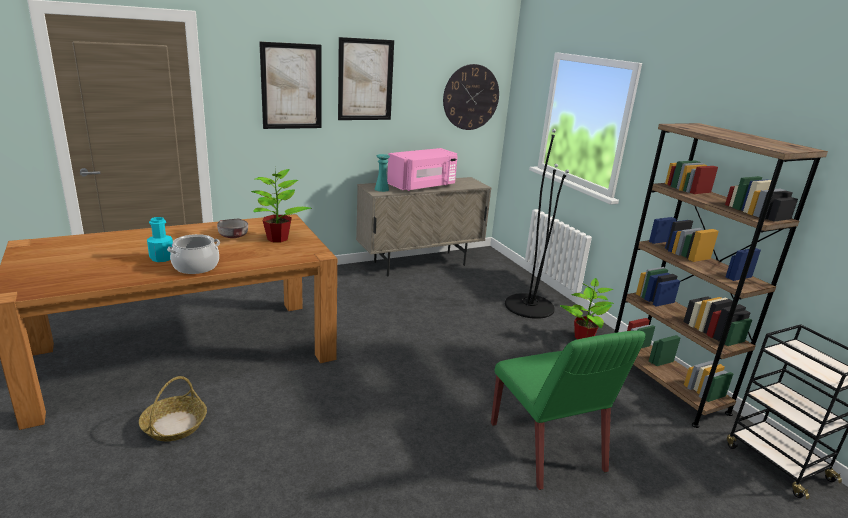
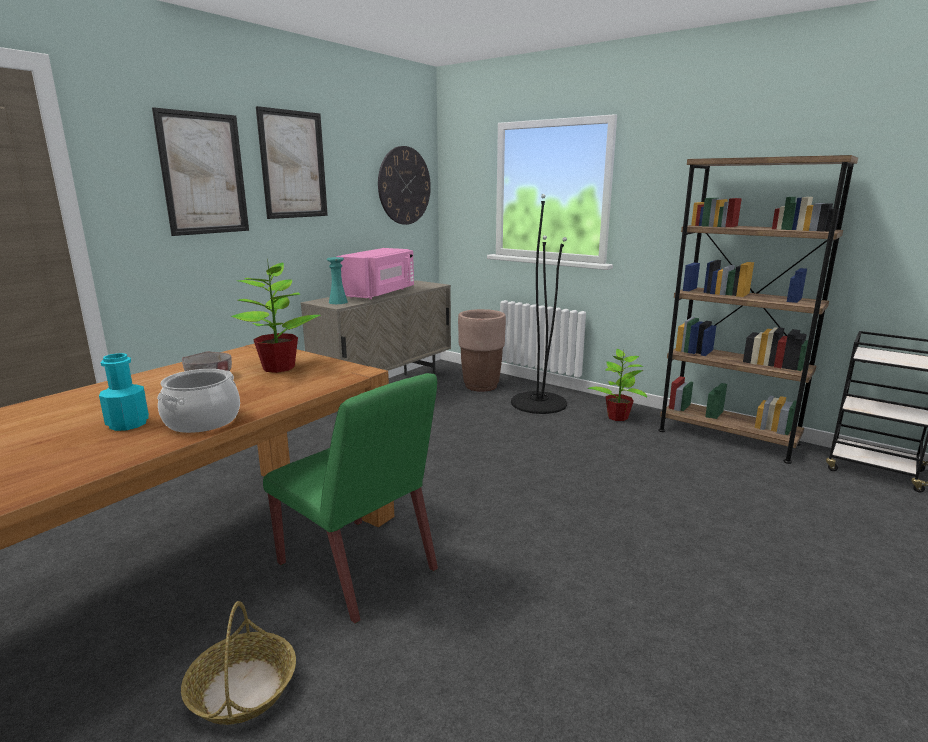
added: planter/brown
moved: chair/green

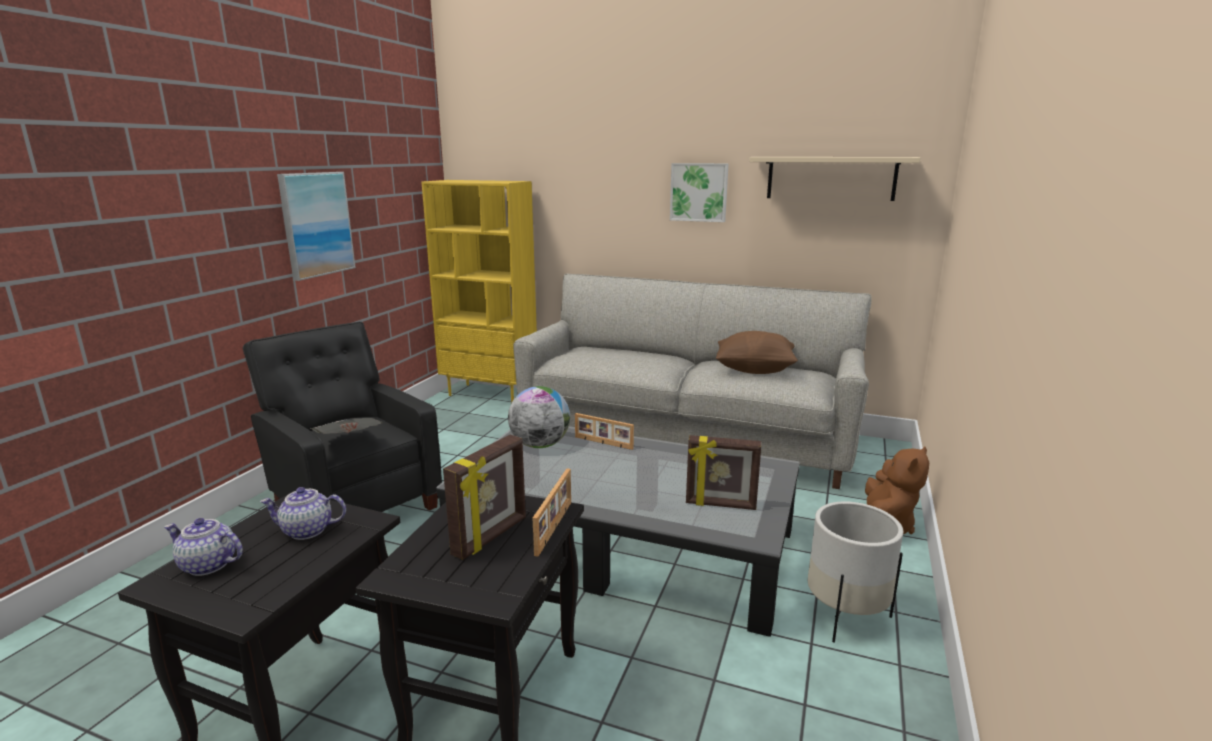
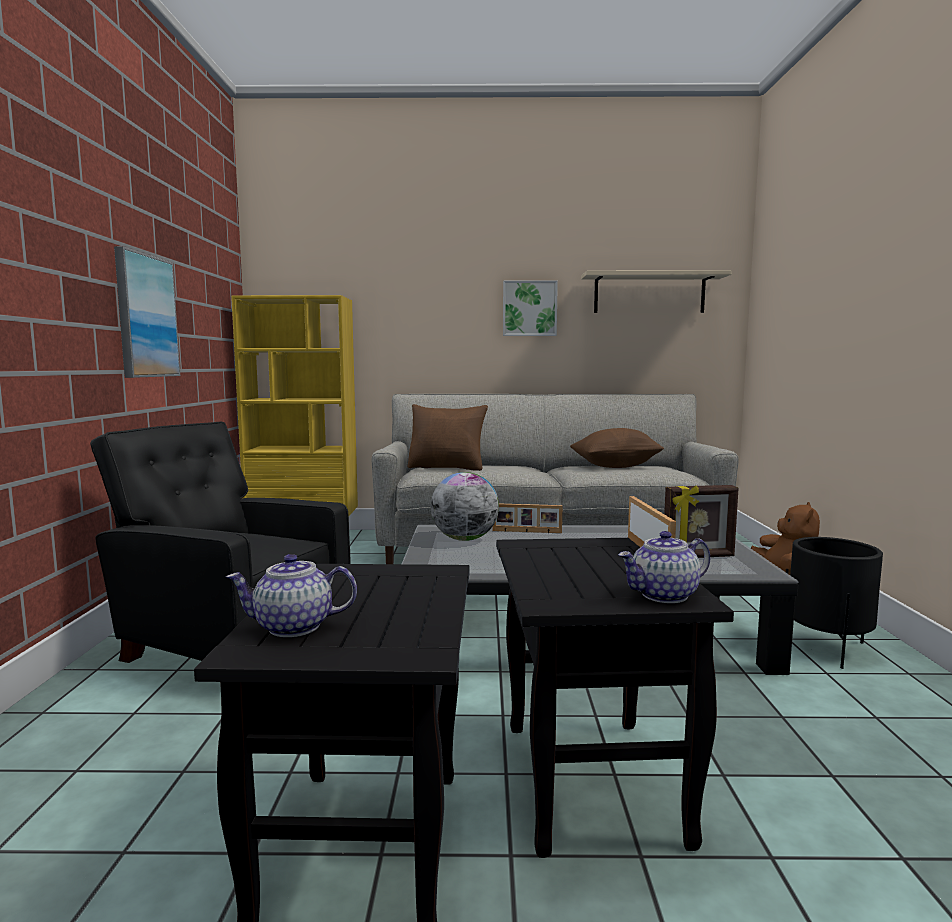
removed: newspaper; picture frame (1st from left)
added: pillow/brown (1st from left)
moved: teapot (2nd from left)
recoloured: planter/white to planter/black

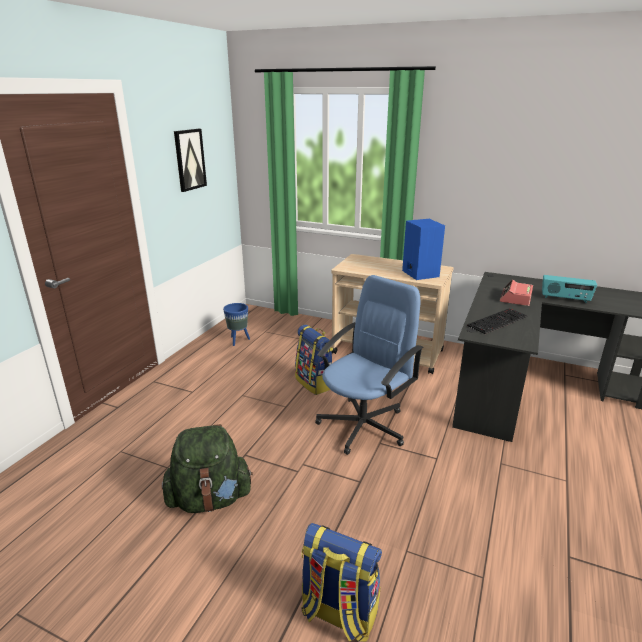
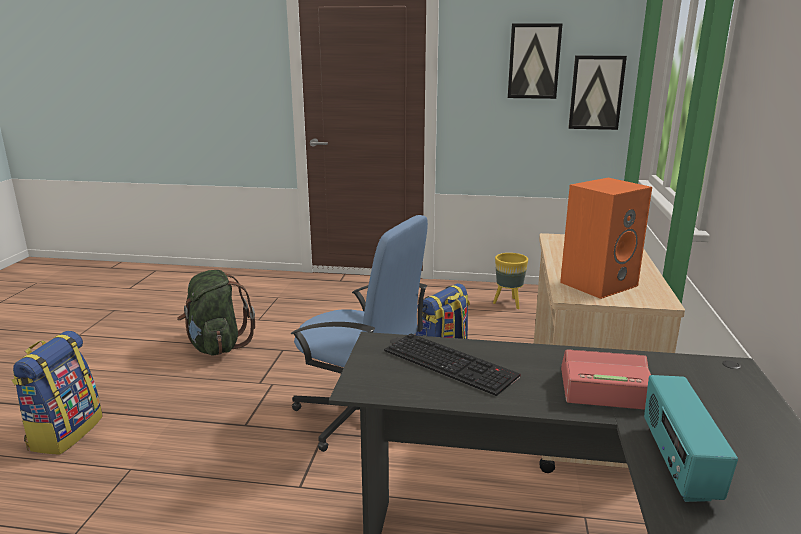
added: picture (2nd from left)
recoloured: planter/blue to planter/yellow; speaker/blue to speaker/orange

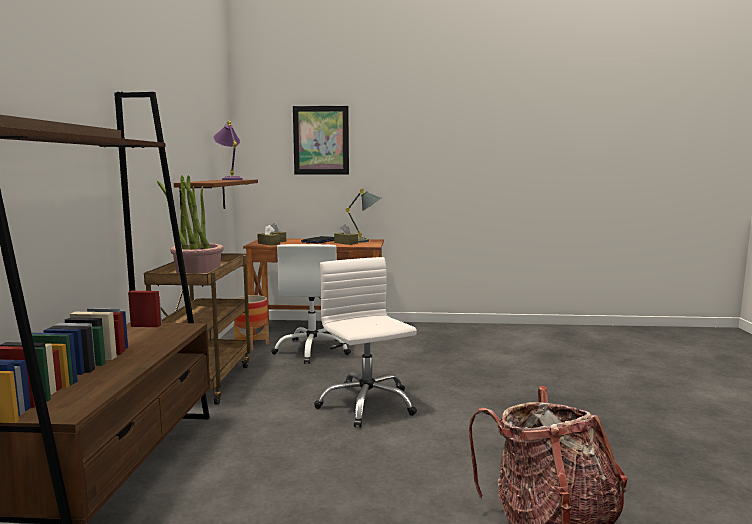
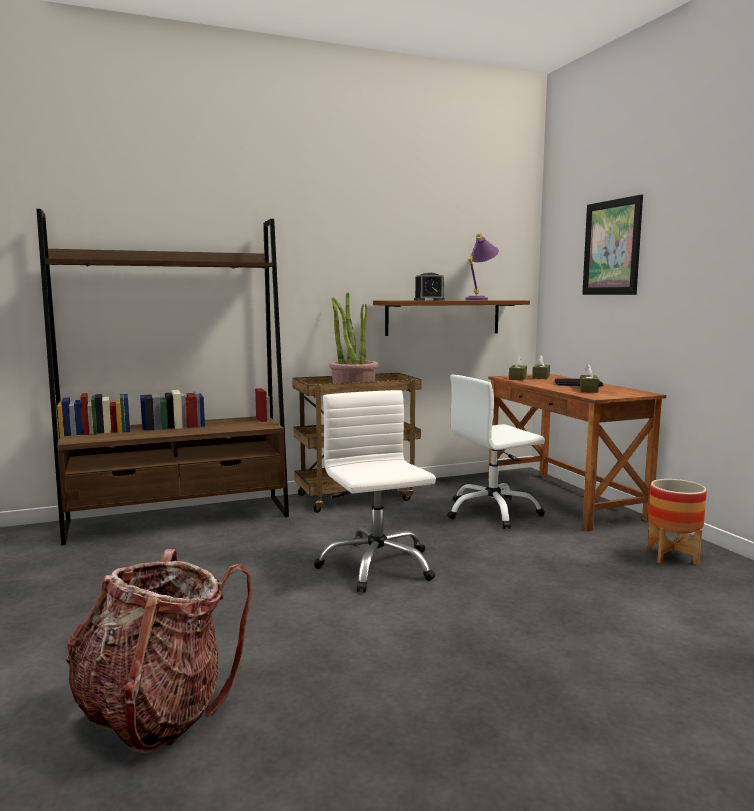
removed: table lamp/grey
added: alarm clock
moved: planter
turned: office chair/white (2nd from left in the first image) 60 degrees counterclockwise

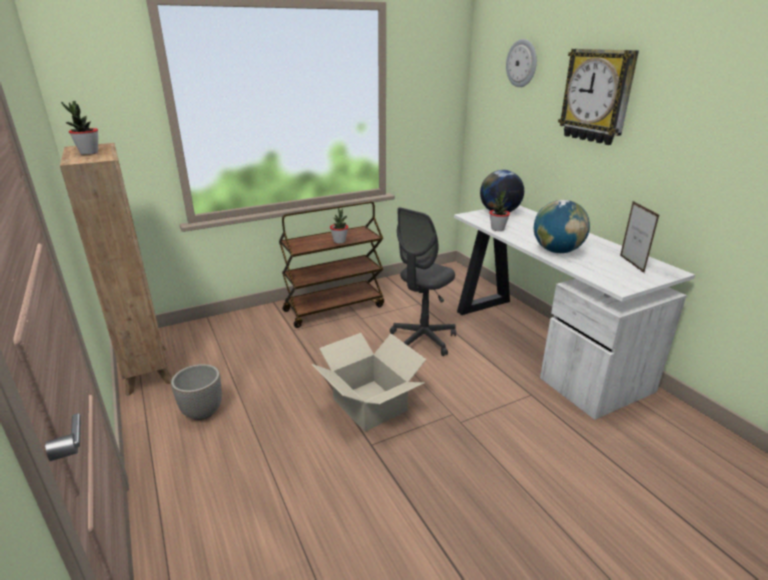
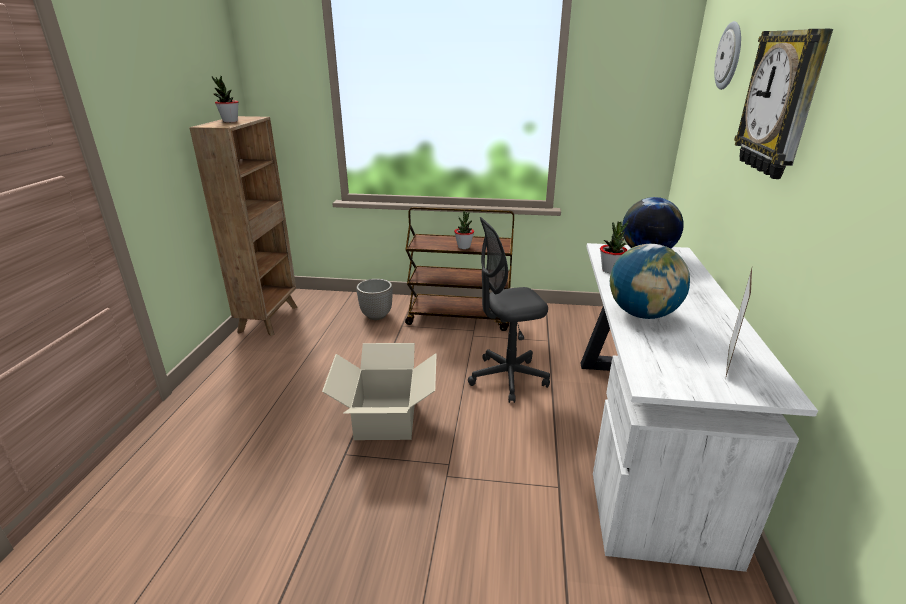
moved: planter

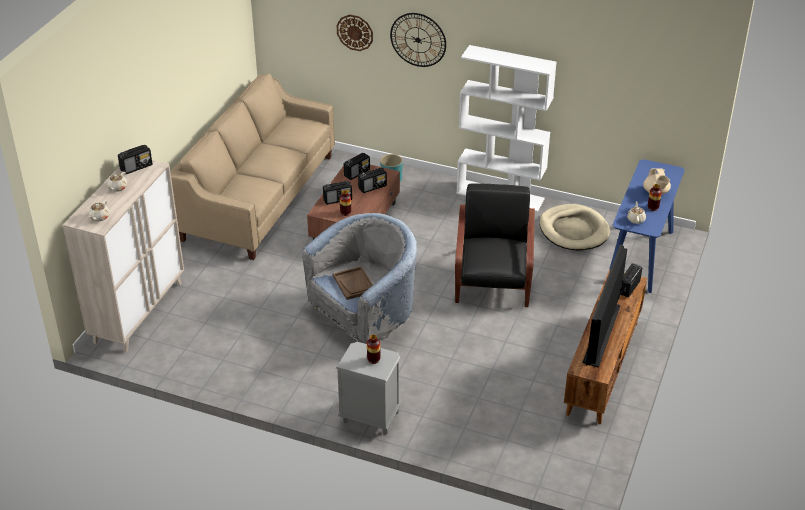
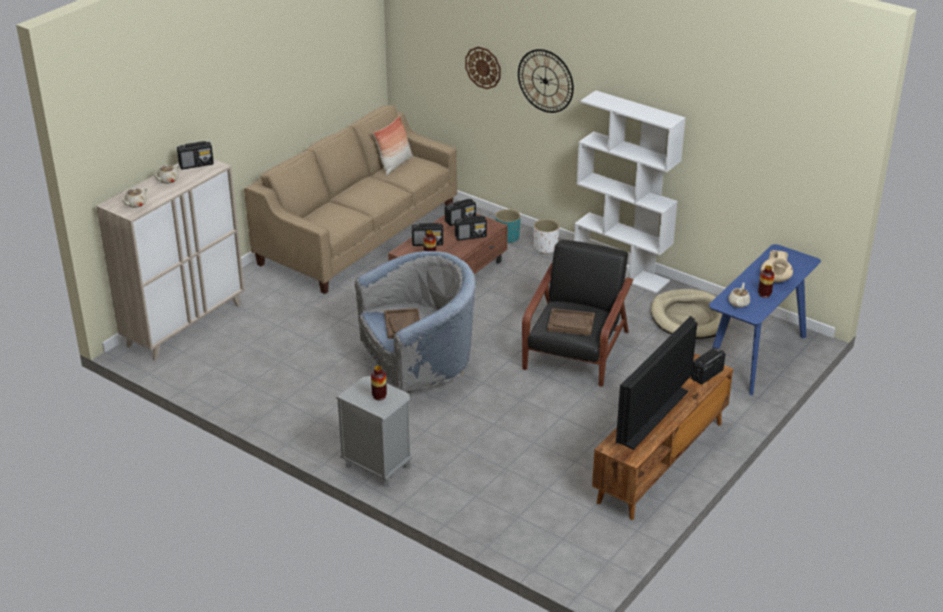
added: pillow; planter/white; tray/brown (2nd from left)

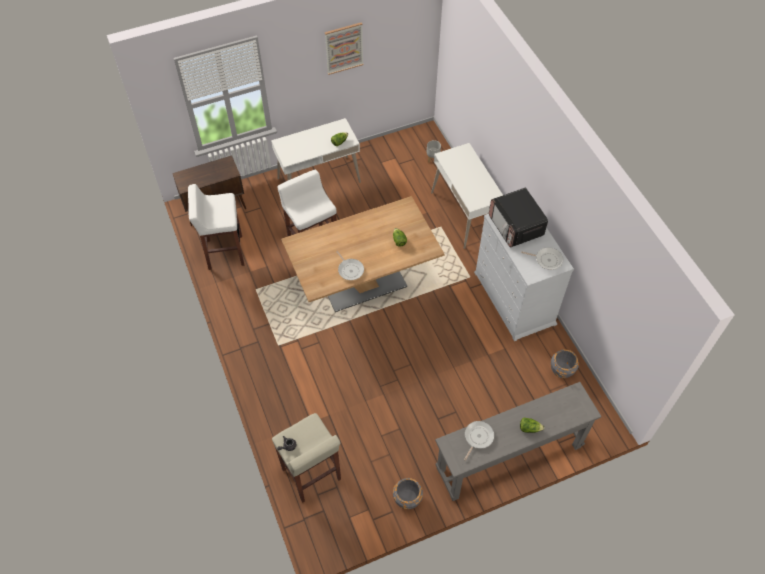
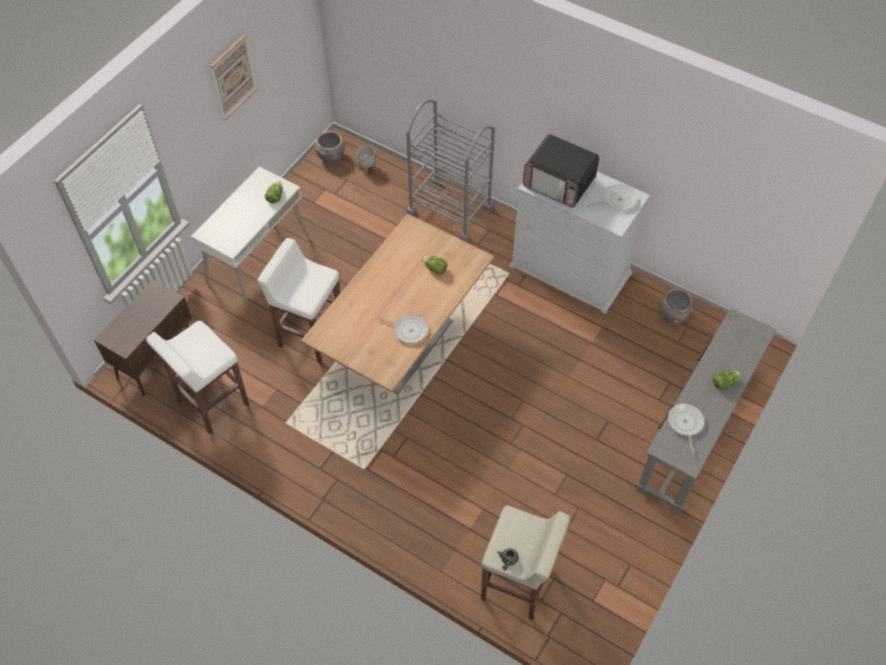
moved: planter/grey (1st from left)
replaced: desk/white (2nd from left) to cart/grey

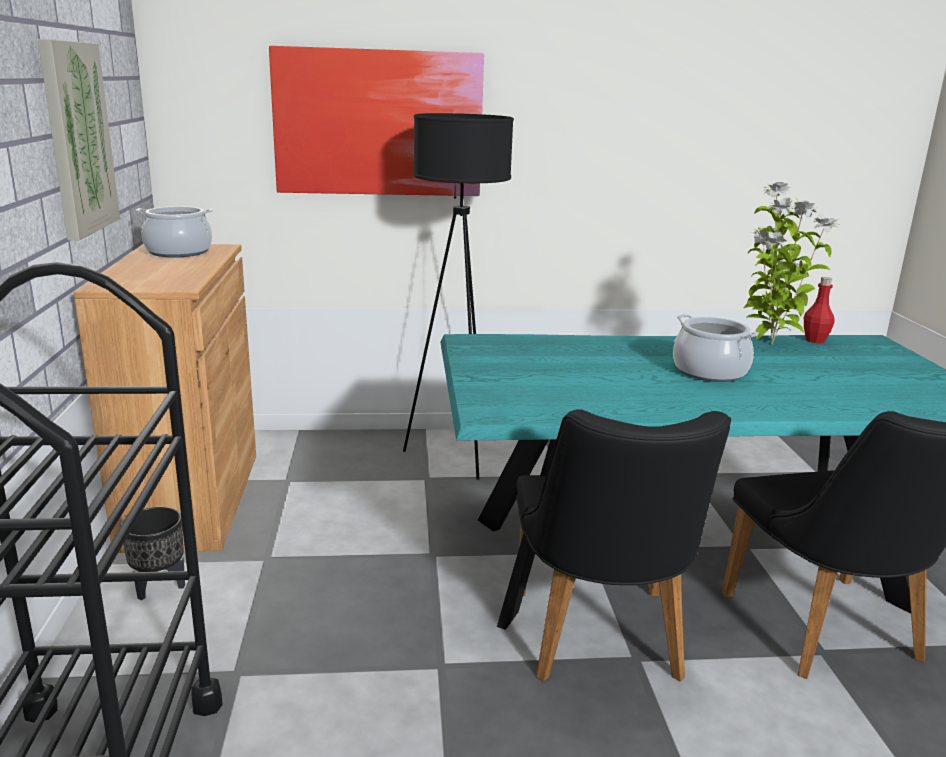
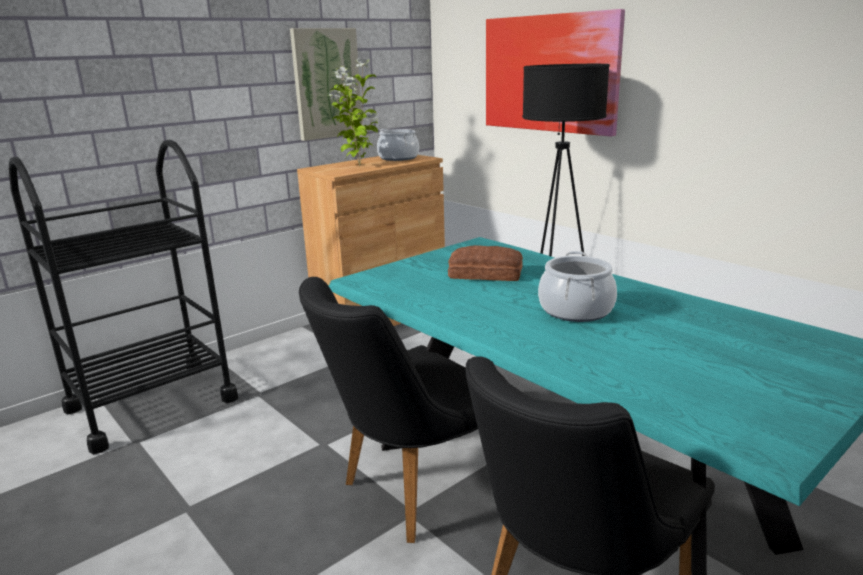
removed: planter/black; bottle/red
added: bread
moved: potted plant

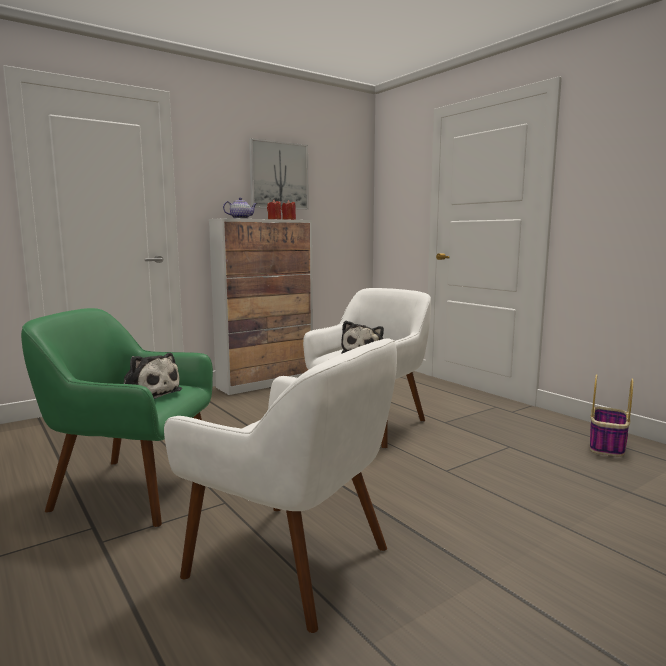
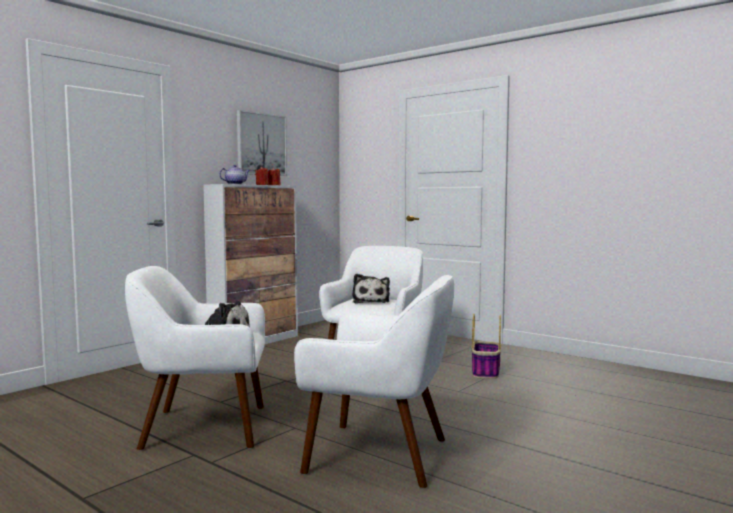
moved: basket
recoloured: armchair/green to armchair/white (1st from left)

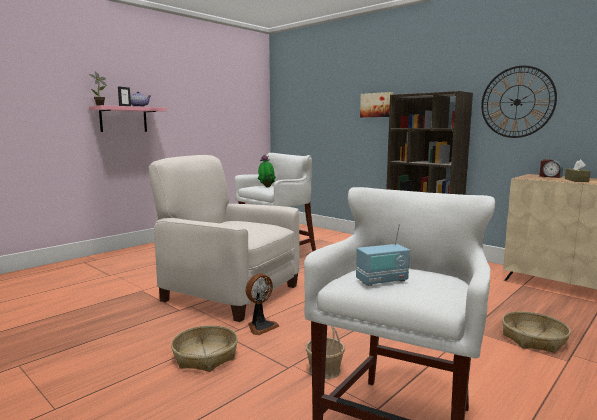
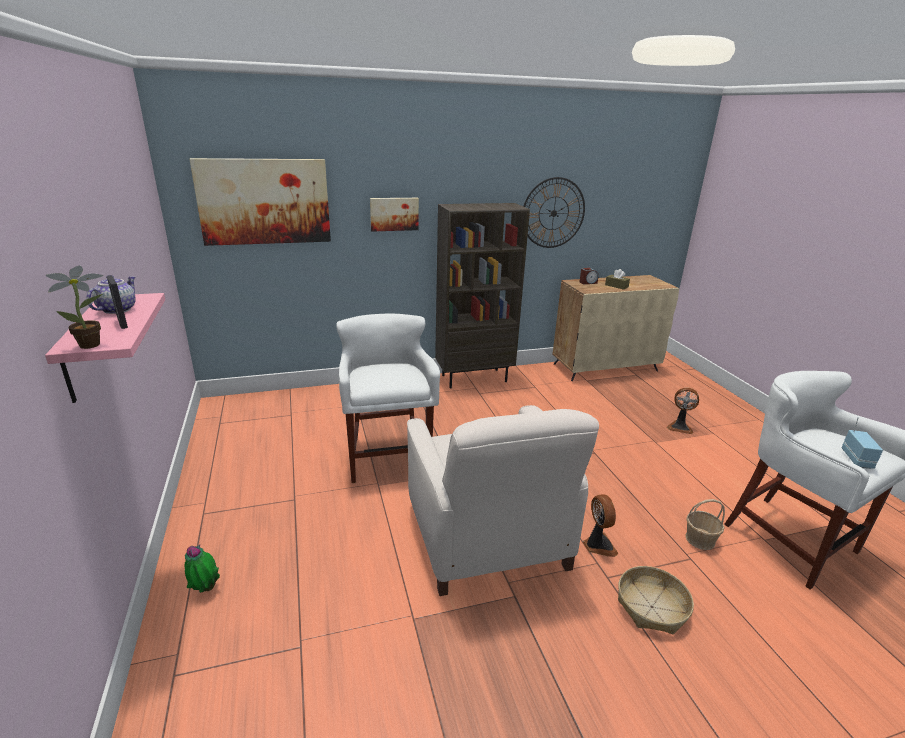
added: picture (1st from left)
moved: potted plant (2nd from left)
replaced: basket (3rd from left) to fan (2nd from left)
turned: armchair/white 75 degrees counterclockwise

